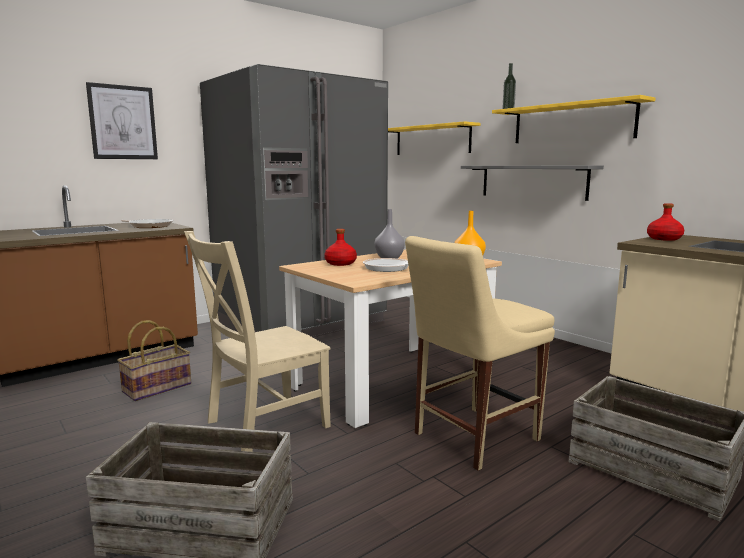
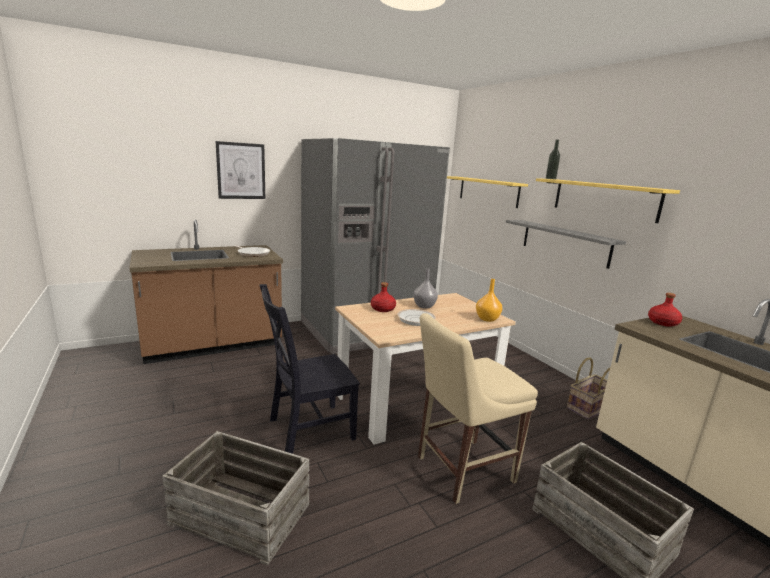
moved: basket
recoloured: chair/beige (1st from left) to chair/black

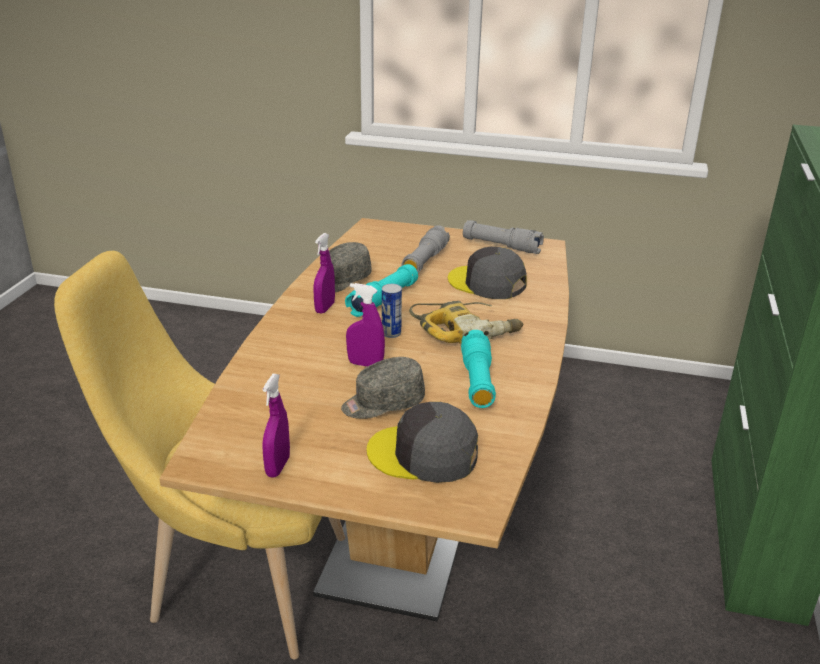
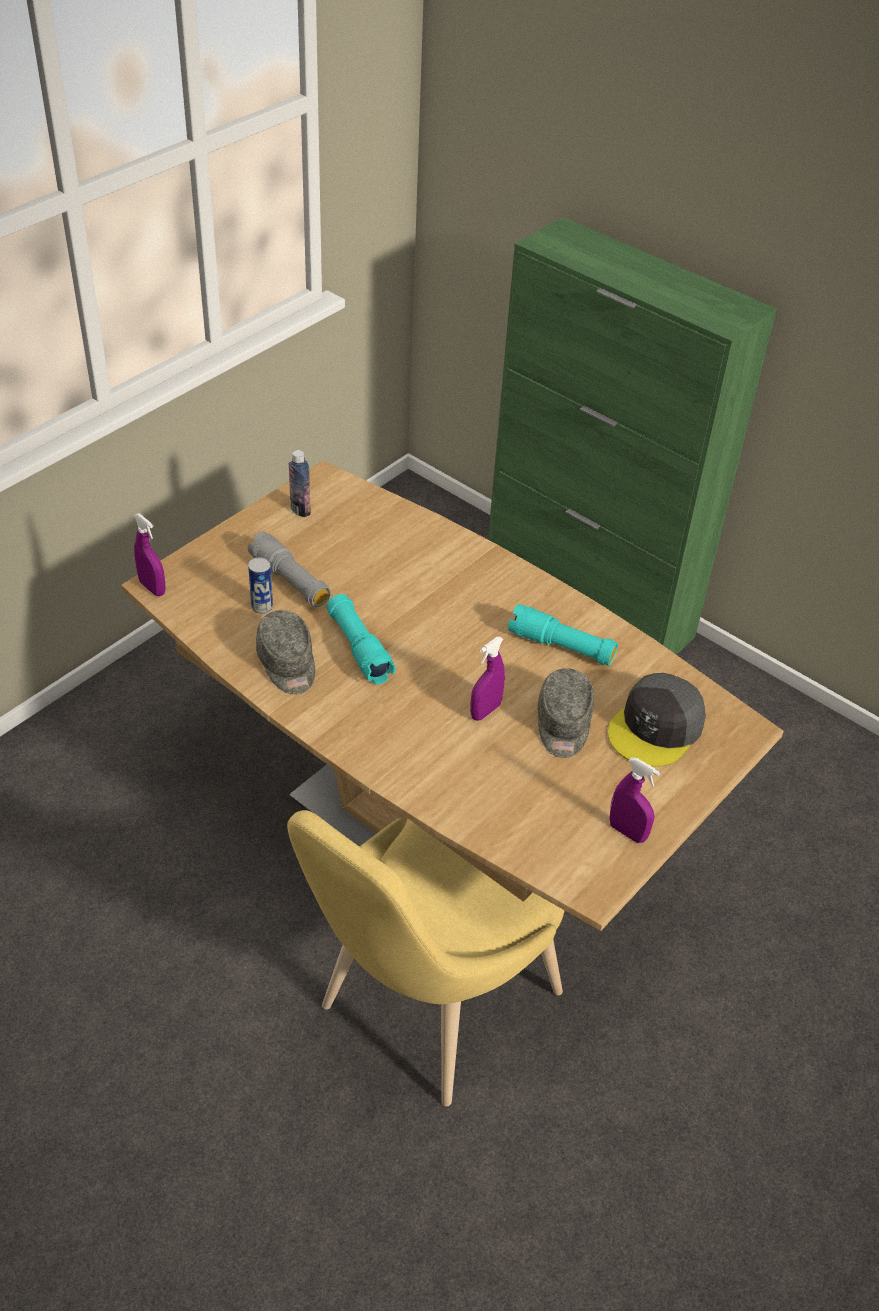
removed: power drill; cap/grey (4th from left)
moved: spray bottle/purple (2nd from left in the first image) to spray bottle/purple (1st from left); can
replaced: flashlight/grey (2nd from left) to bottle

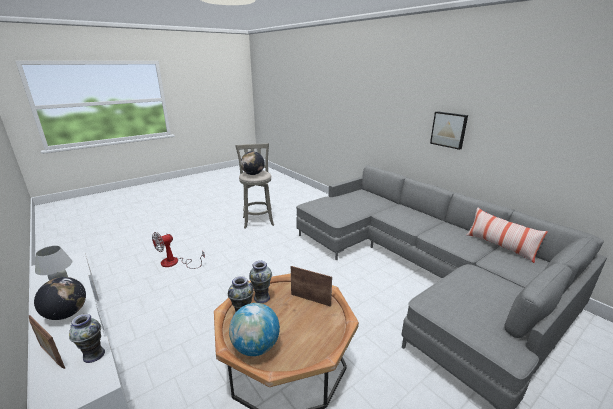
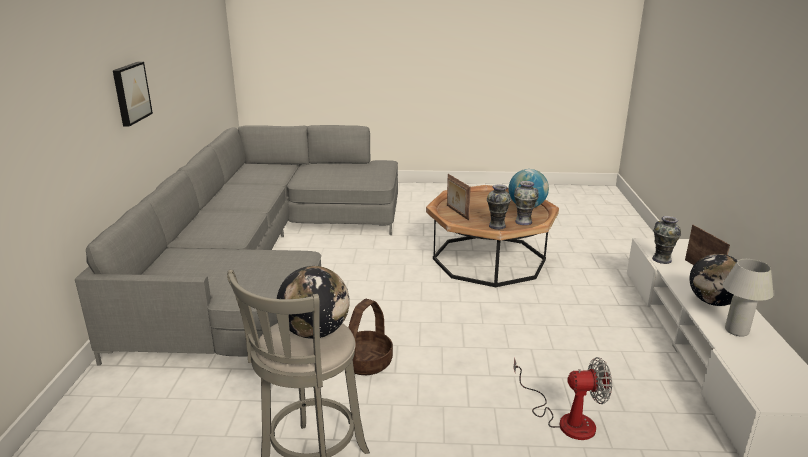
removed: pillow
added: basket

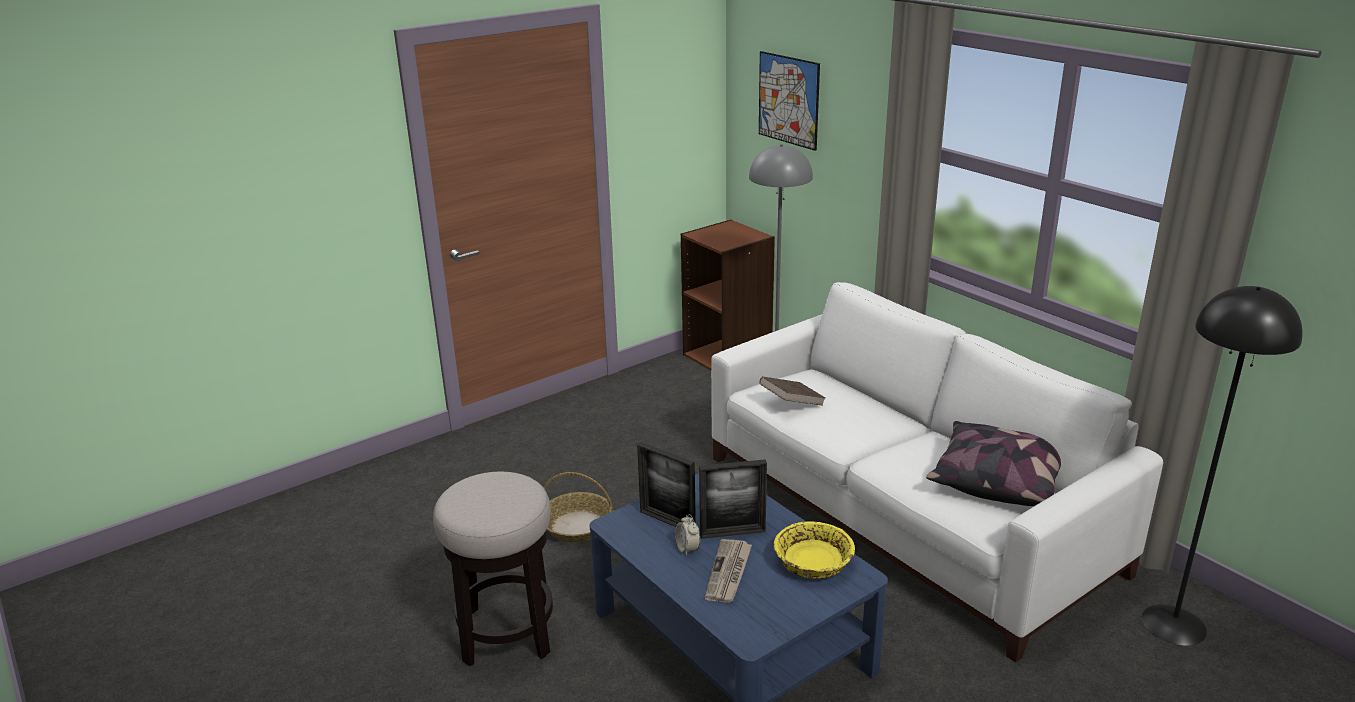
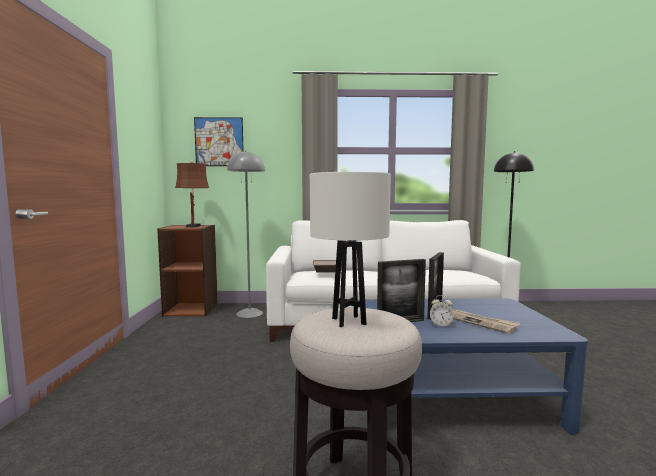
removed: basket; bowl/yellow; pillow
added: table lamp/brown; table lamp/white

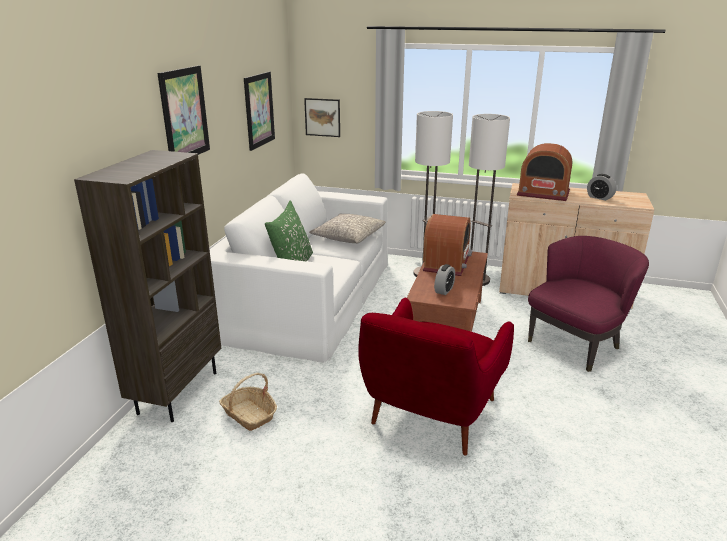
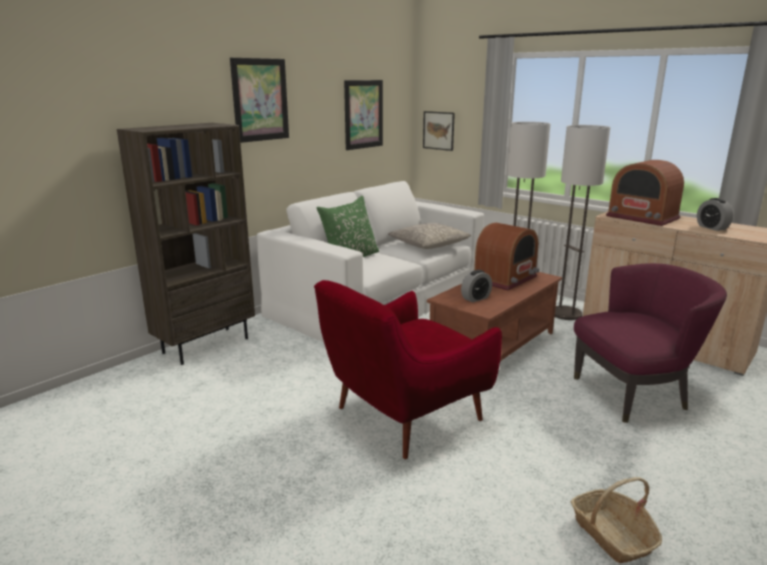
moved: basket

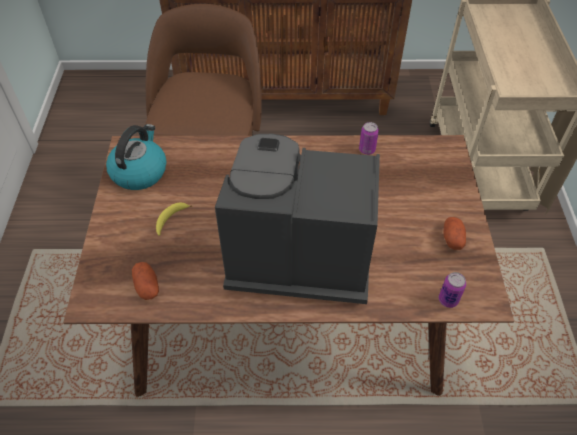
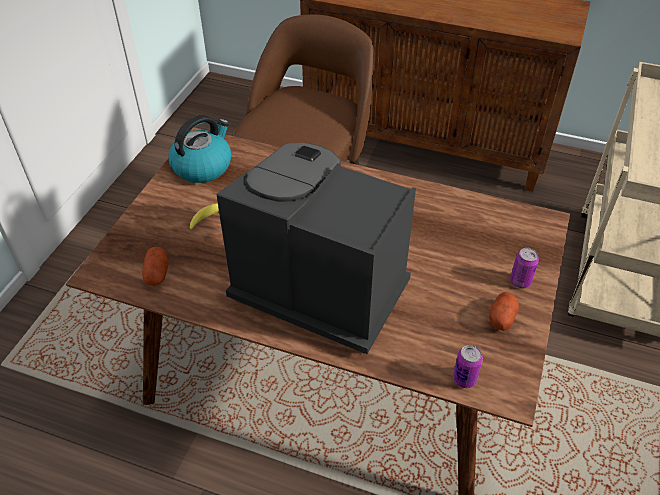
moved: can (1st from left in the first image) to can (2nd from left)

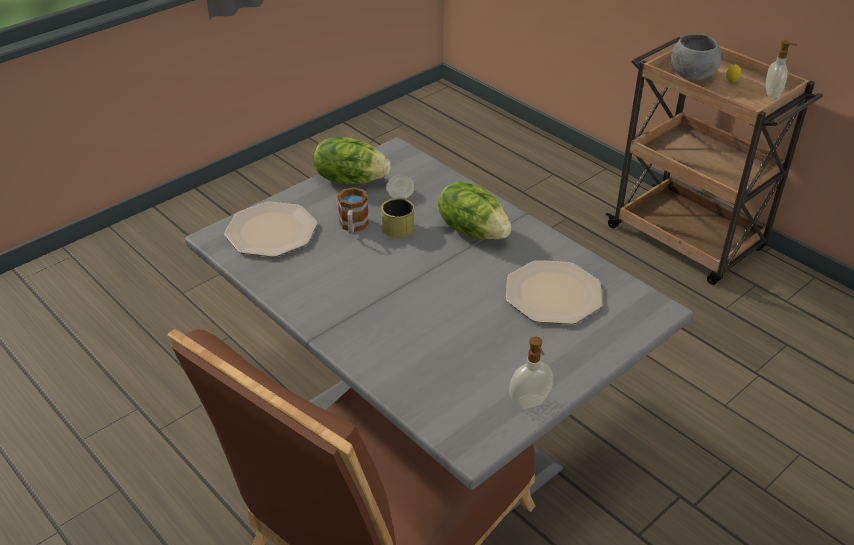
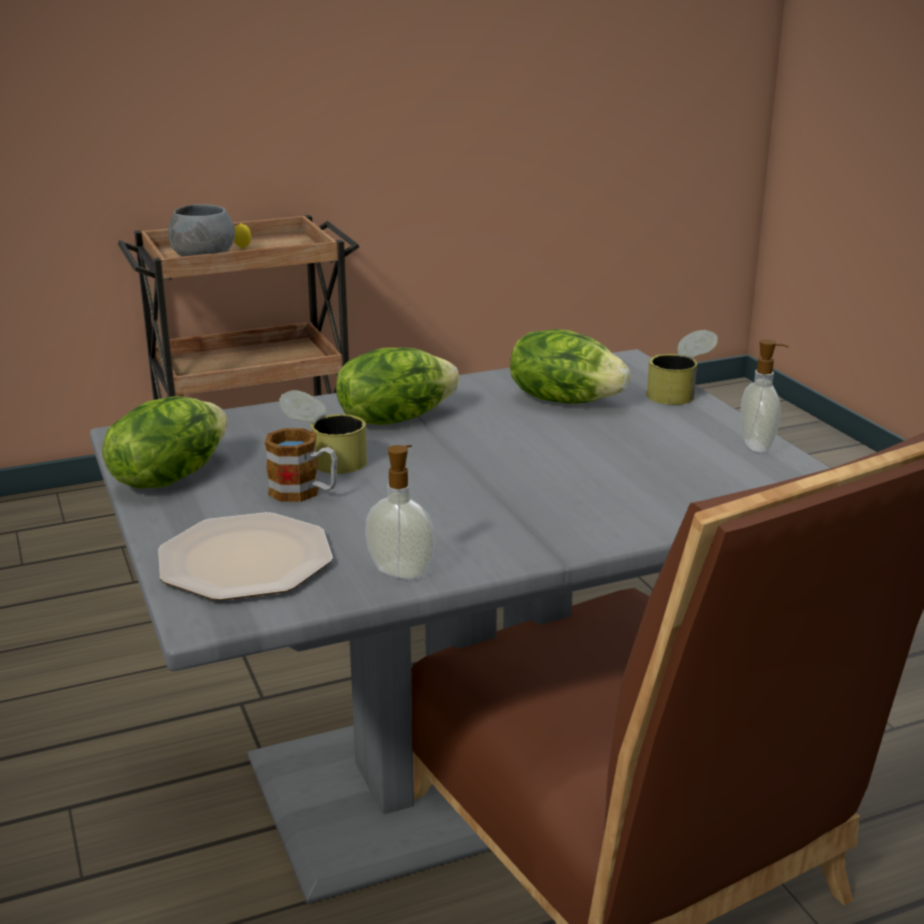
added: can (2nd from left)
moved: soap dispenser (2nd from left in the first image) to soap dispenser (1st from left)
replaced: plate (2nd from left) to lettuce (3rd from left)

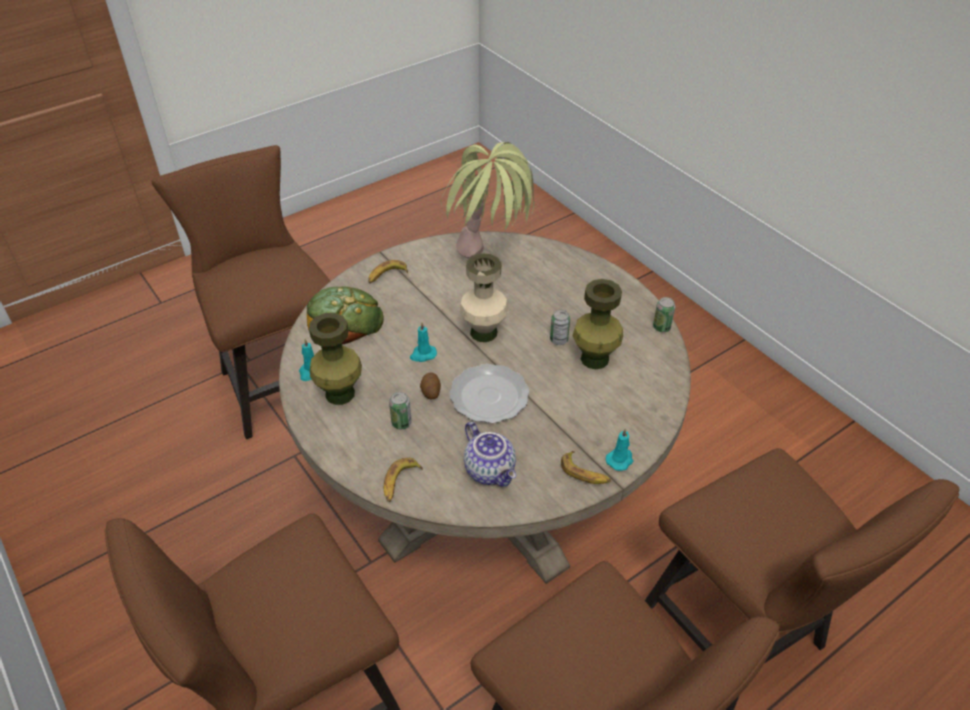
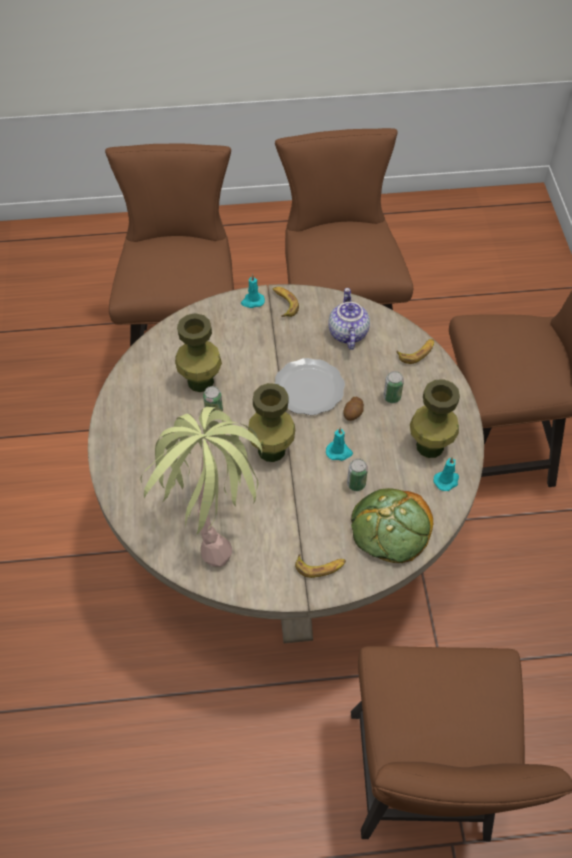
moved: can (3rd from left in the first image) to can (2nd from left)
recoloured: vase/beige to vase/green (2nd from left)

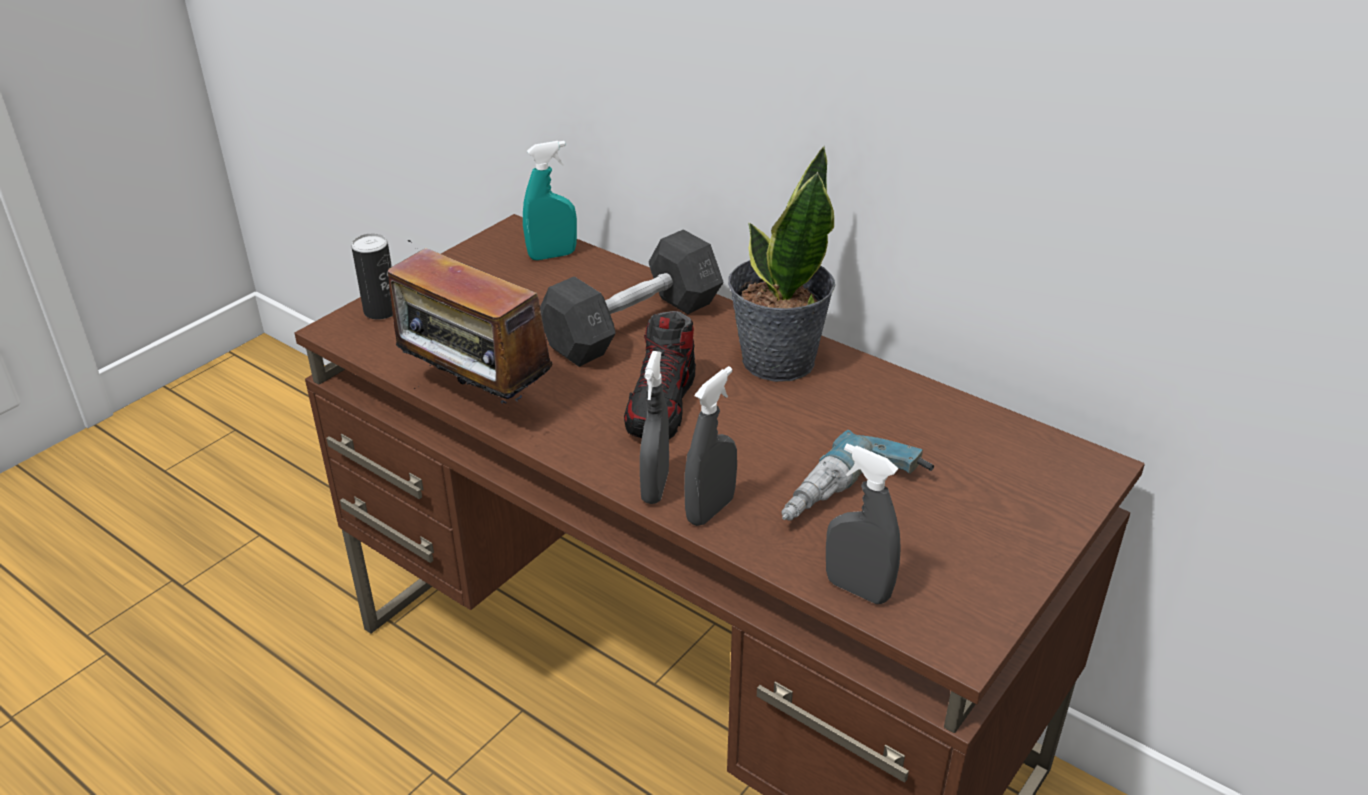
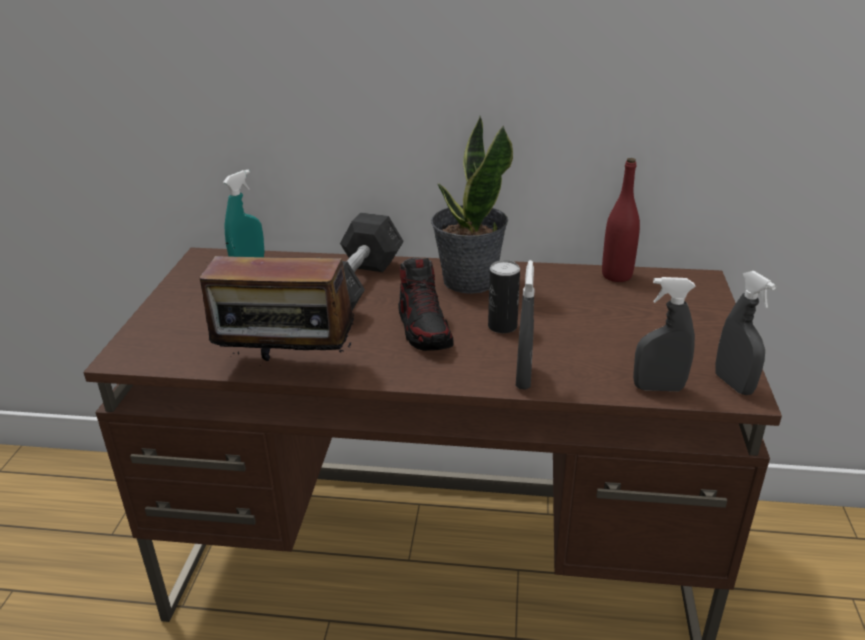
removed: power drill
added: bottle/red
moved: can; spray bottle/grey (1st from left in the first image) to spray bottle/grey (3rd from left)

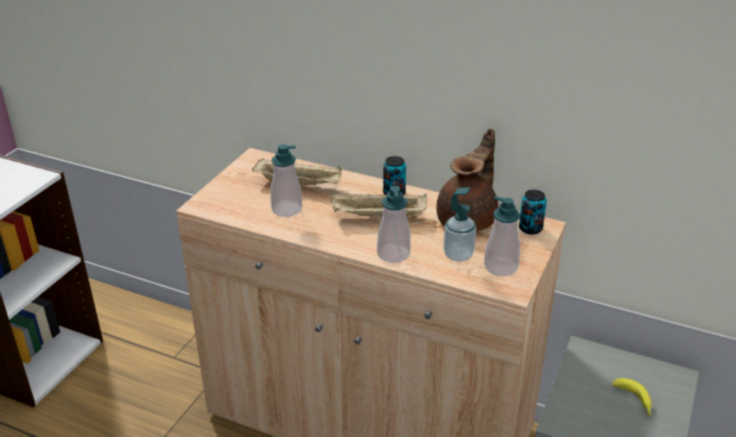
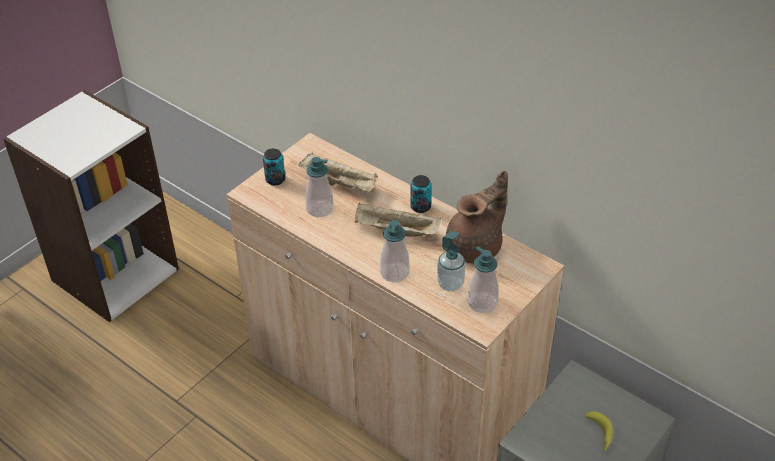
moved: can (2nd from left in the first image) to can (1st from left)

